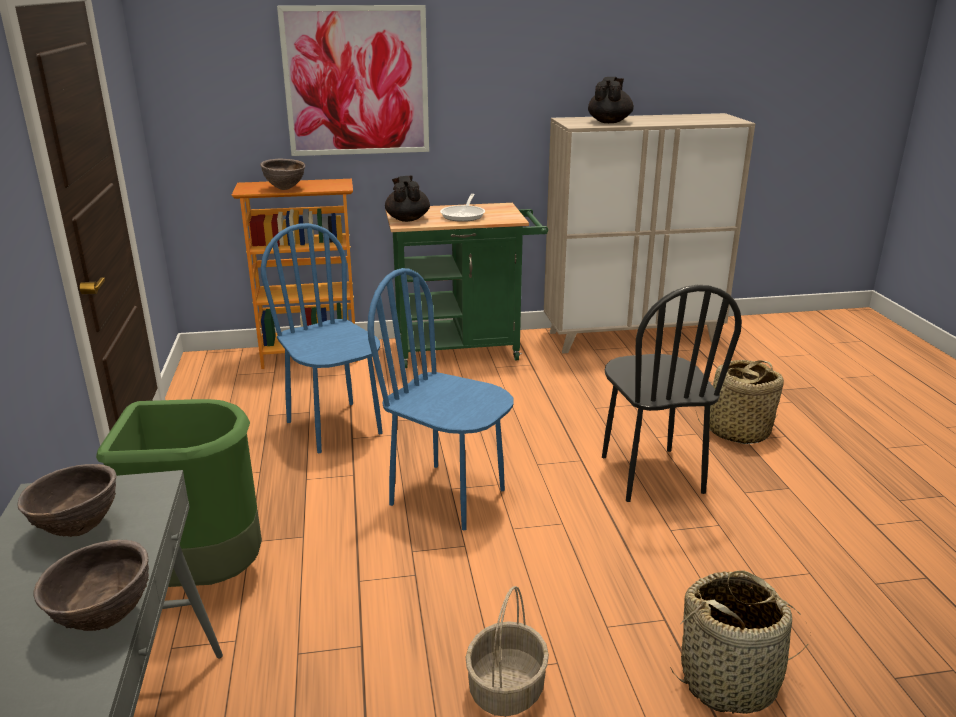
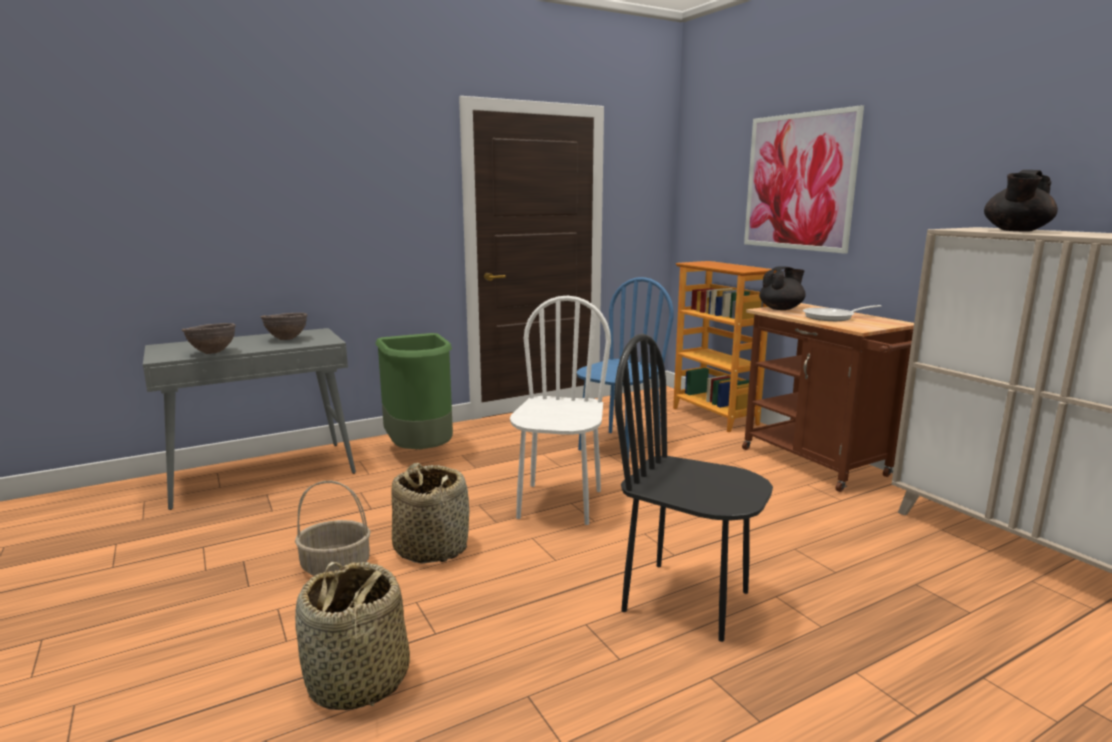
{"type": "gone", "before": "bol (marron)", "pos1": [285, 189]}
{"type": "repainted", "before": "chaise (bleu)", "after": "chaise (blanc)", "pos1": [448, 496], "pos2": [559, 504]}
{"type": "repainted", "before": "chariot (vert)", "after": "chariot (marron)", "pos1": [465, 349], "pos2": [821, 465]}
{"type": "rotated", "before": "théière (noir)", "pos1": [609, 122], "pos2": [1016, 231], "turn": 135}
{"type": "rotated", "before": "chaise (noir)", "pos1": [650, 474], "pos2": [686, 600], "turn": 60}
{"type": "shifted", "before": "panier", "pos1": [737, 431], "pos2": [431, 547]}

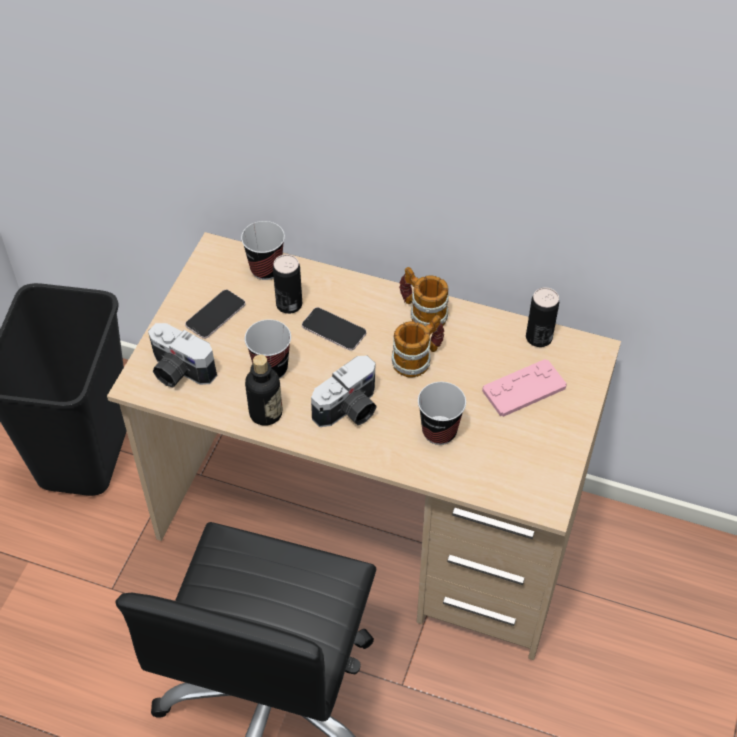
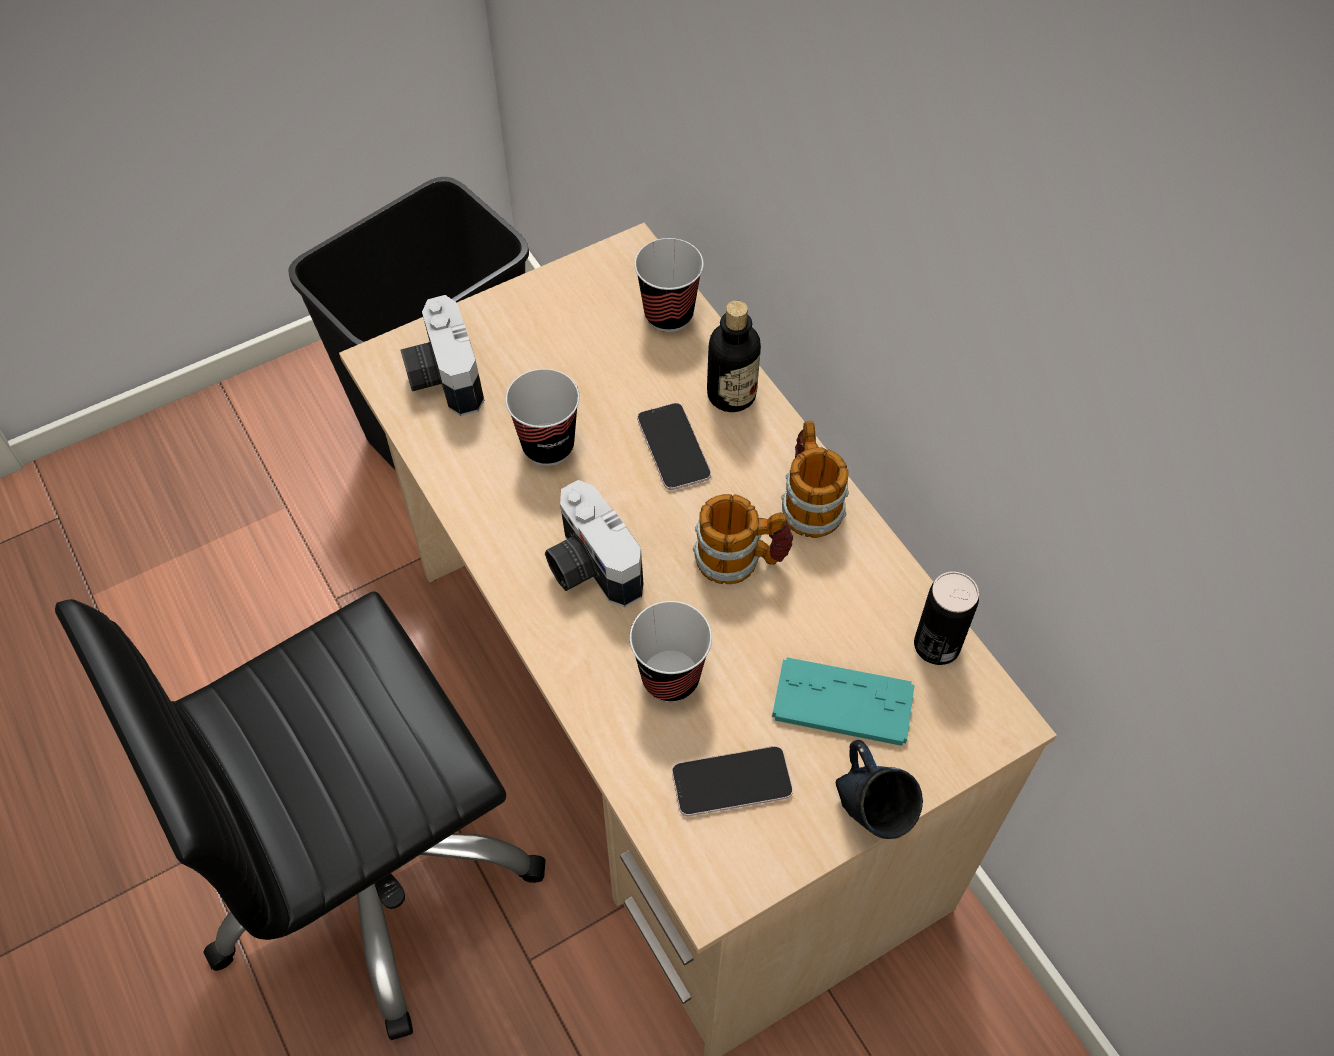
{"type": "shifted", "before": "téléphone", "pos1": [215, 314], "pos2": [732, 782]}
{"type": "shifted", "before": "bouteille", "pos1": [266, 413], "pos2": [731, 394]}
{"type": "gone", "before": "boîte métallique", "pos1": [289, 304]}
{"type": "rotated", "before": "appareil photo", "pos1": [350, 410], "pos2": [588, 567], "turn": 60}
{"type": "repainted", "before": "manette (rose)", "after": "manette (turquoise)", "pos1": [524, 389], "pos2": [843, 703]}
{"type": "new", "after": "mug (bleu)", "pos2": [869, 812]}

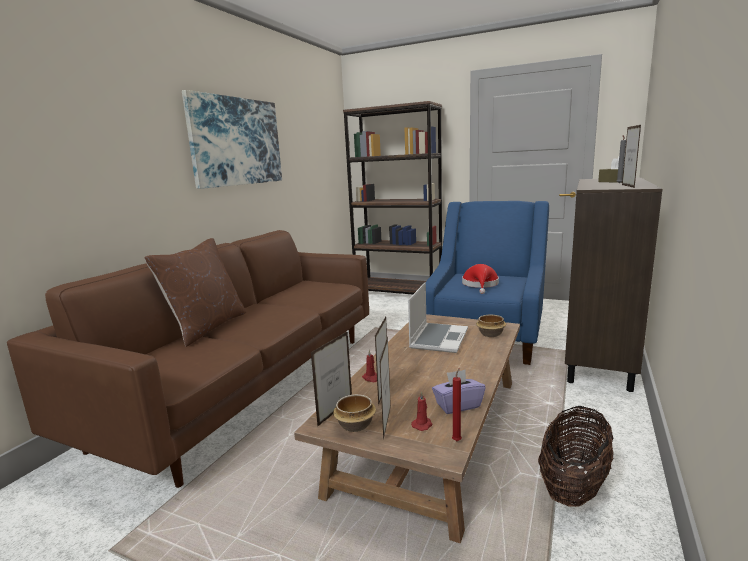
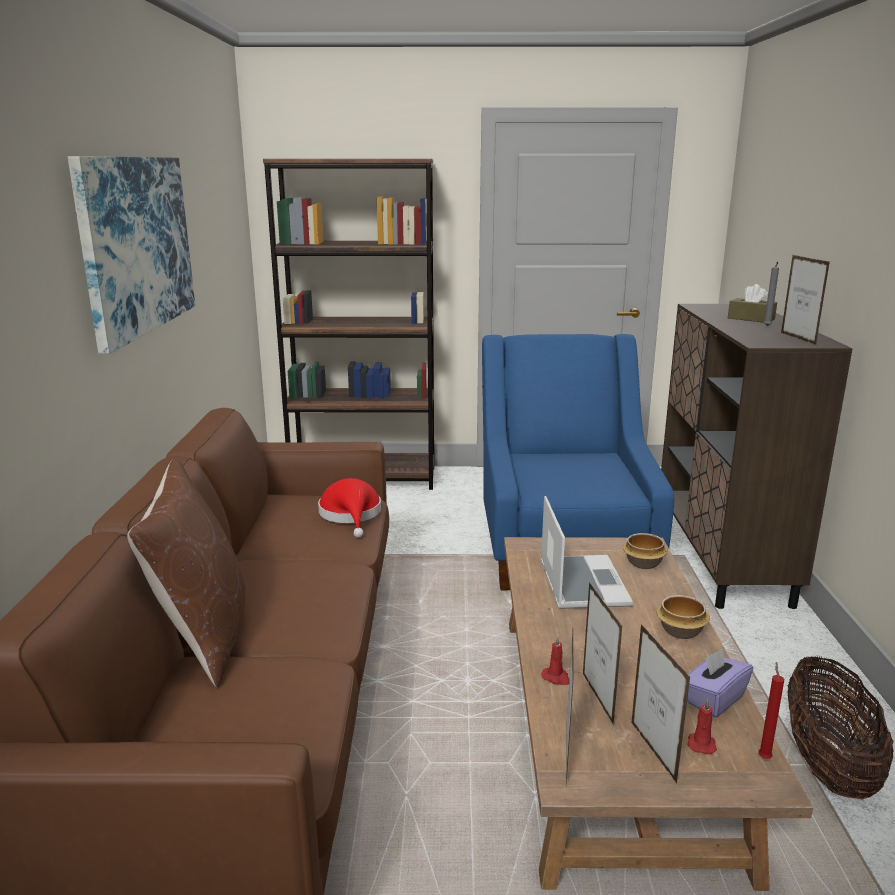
{"type": "shifted", "before": "bol", "pos1": [355, 426], "pos2": [681, 632]}
{"type": "shifted", "before": "chapeau (rouge)", "pos1": [480, 285], "pos2": [351, 515]}

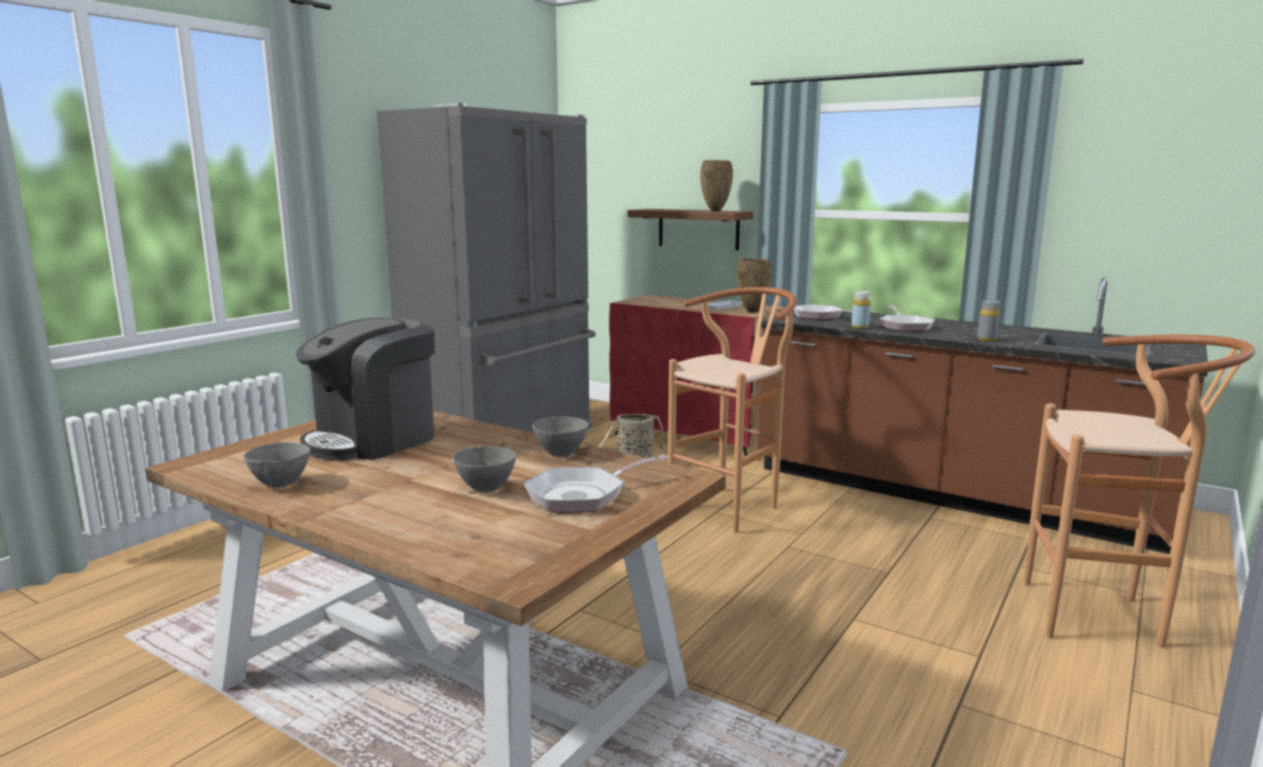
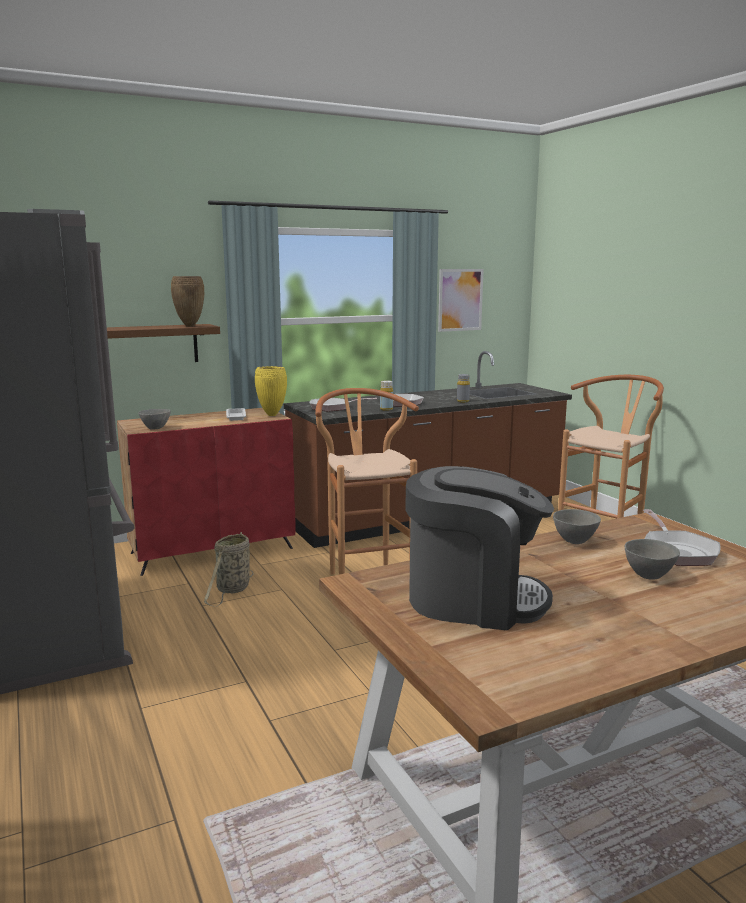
{"type": "shifted", "before": "bol (gris)", "pos1": [281, 484], "pos2": [155, 428]}
{"type": "rotated", "before": "machine à café", "pos1": [374, 439], "pos2": [473, 599], "turn": -60}
{"type": "repainted", "before": "vase (marron)", "after": "vase (jaune)", "pos1": [753, 312], "pos2": [272, 415]}
{"type": "new", "after": "tableau", "pos2": [460, 300]}

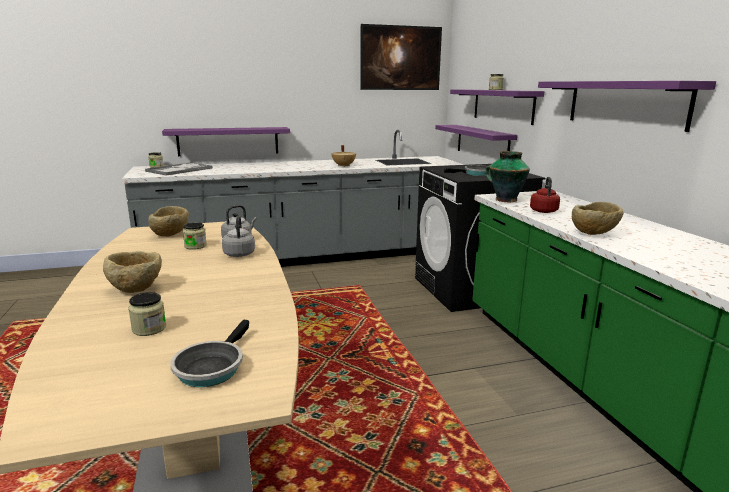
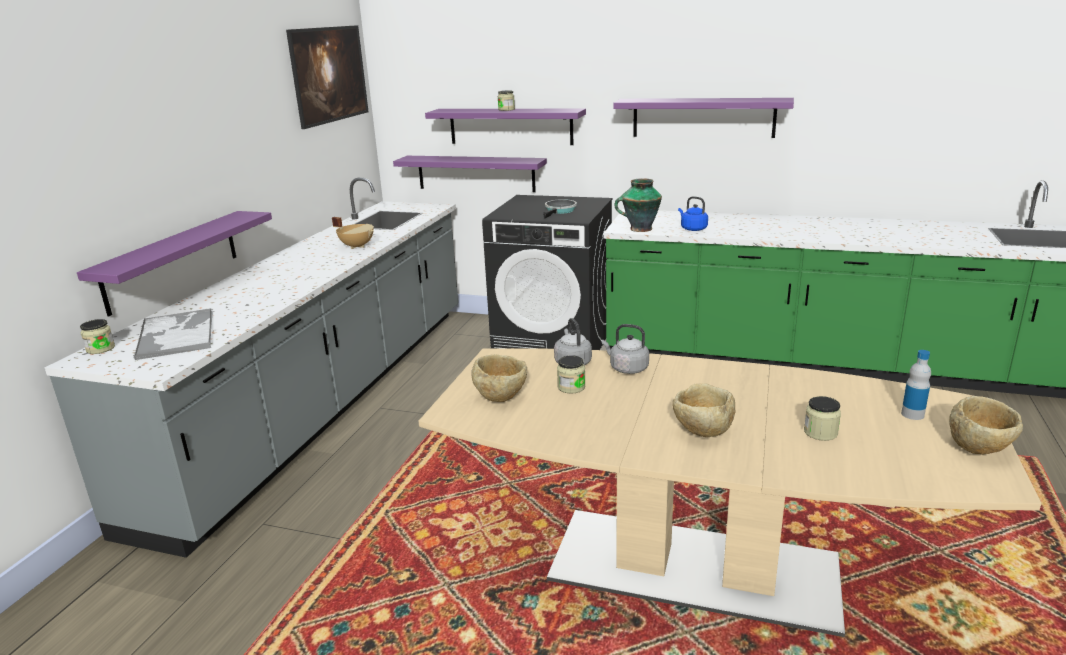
{"type": "swapped", "before": "poêle", "after": "bouteille", "pos1": [211, 367], "pos2": [912, 414]}
{"type": "repainted", "before": "bouilloire (rouge)", "after": "bouilloire (bleu)", "pos1": [543, 211], "pos2": [692, 229]}
{"type": "shifted", "before": "bol (beige)", "pos1": [593, 234], "pos2": [980, 449]}

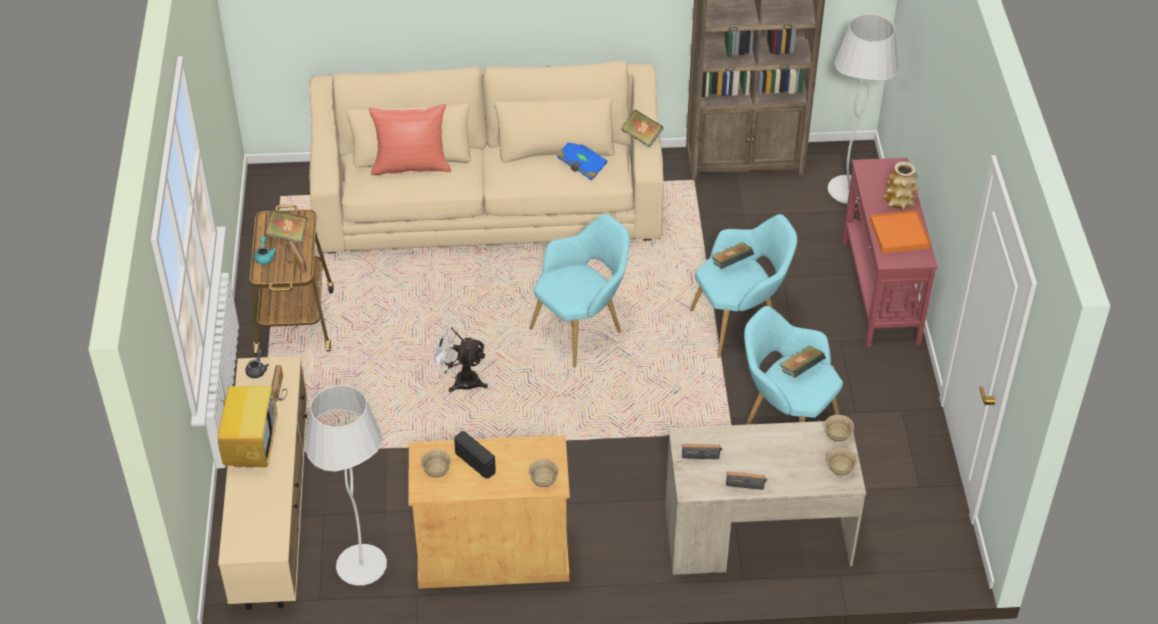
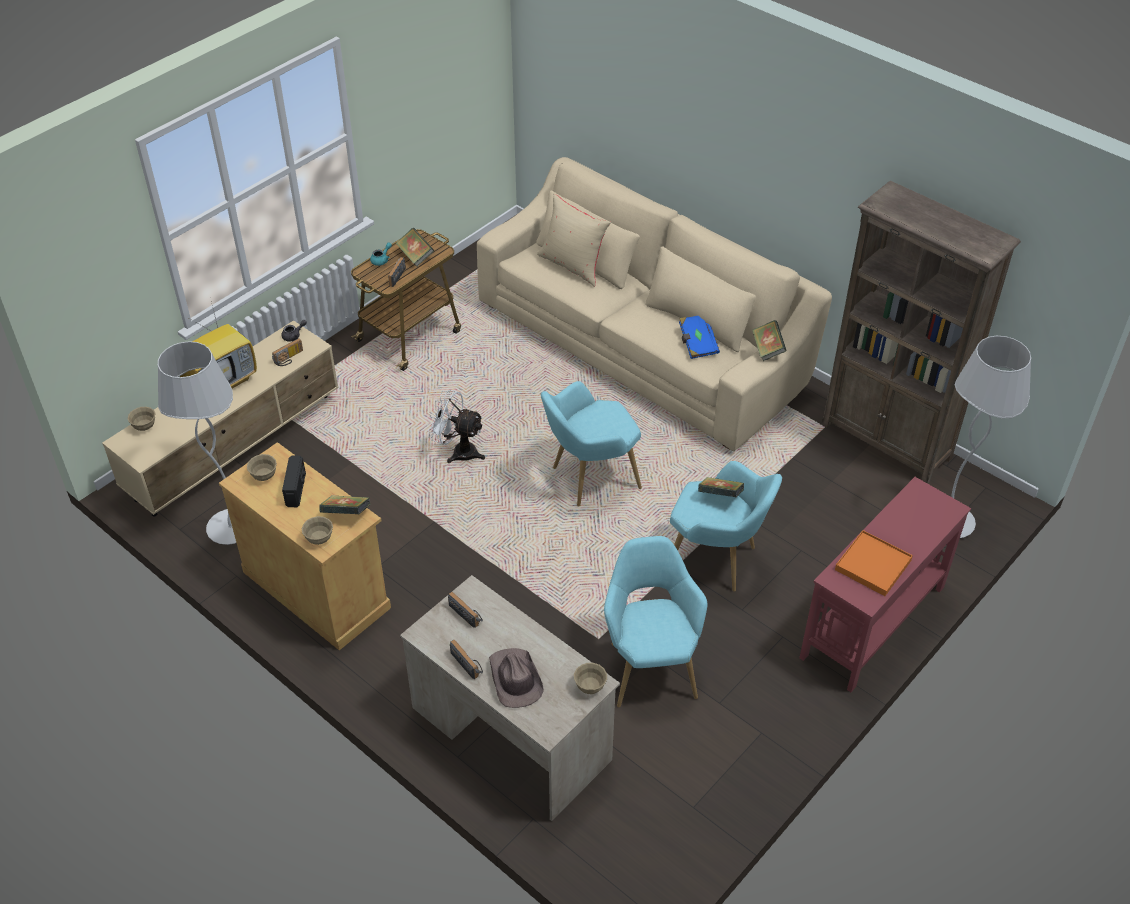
{"type": "repainted", "before": "coussin (rouge)", "after": "coussin (beige)", "pos1": [411, 166], "pos2": [573, 265]}
{"type": "rotated", "before": "ventilateur (blanc)", "pos1": [460, 380], "pos2": [458, 451], "turn": -45}
{"type": "rotated", "before": "fauteuil (turquoise)", "pos1": [582, 329], "pos2": [589, 478], "turn": 150}
{"type": "shifted", "before": "livre", "pos1": [801, 370], "pos2": [346, 514]}
{"type": "shifted", "before": "bol (beige)", "pos1": [840, 470], "pos2": [144, 426]}
{"type": "gone", "before": "vase", "pos1": [899, 202]}
{"type": "new", "after": "chapeau (marron)", "pos2": [515, 679]}

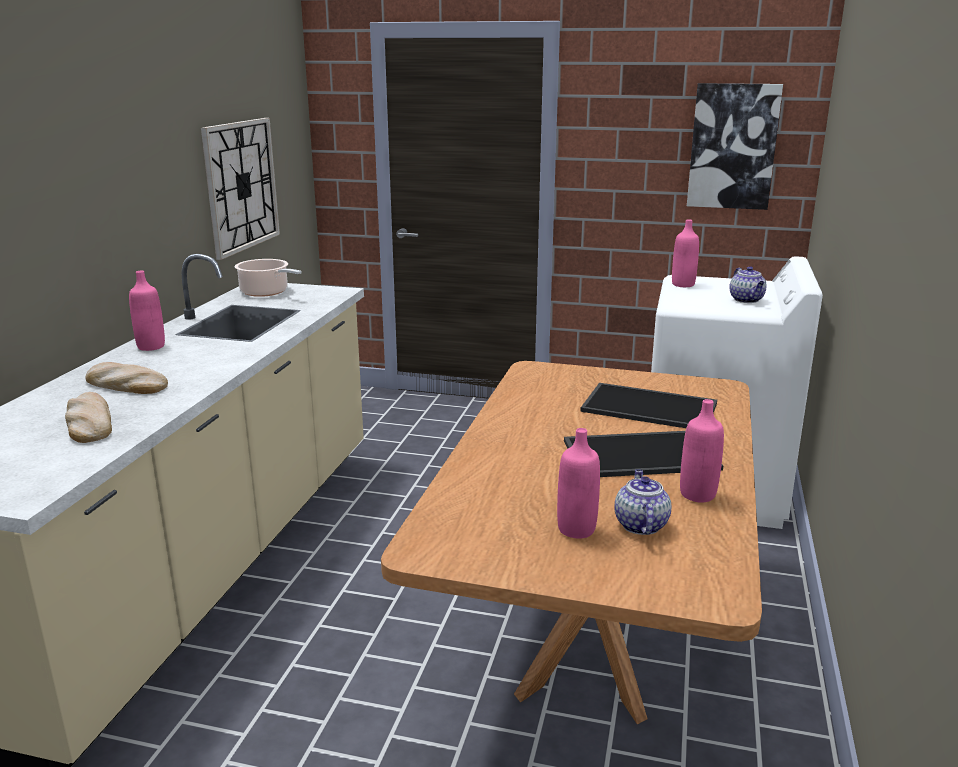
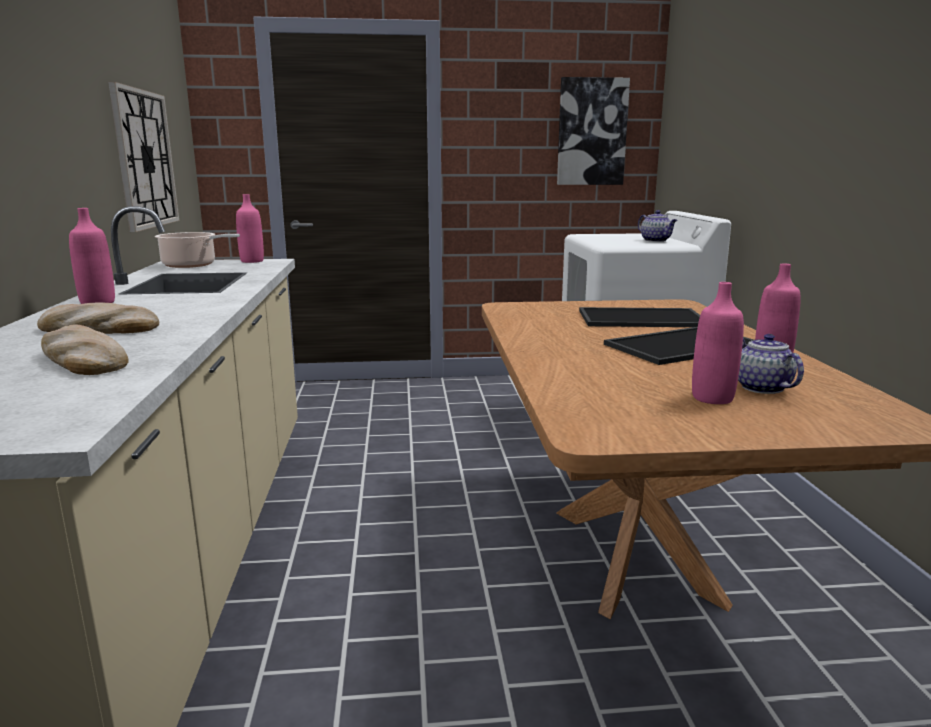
{"type": "shifted", "before": "bouteille (rose)", "pos1": [683, 284], "pos2": [252, 261]}

